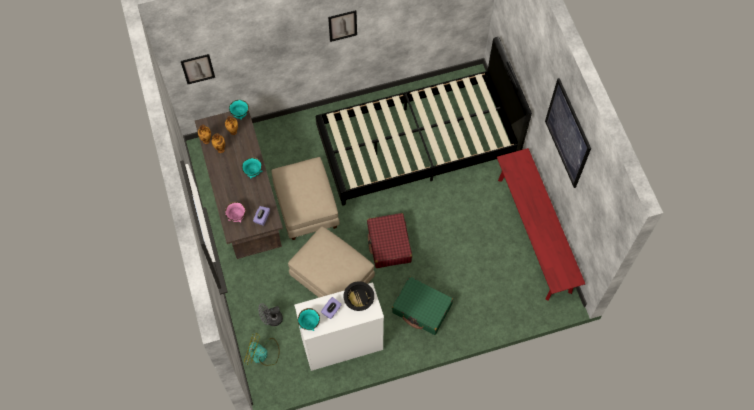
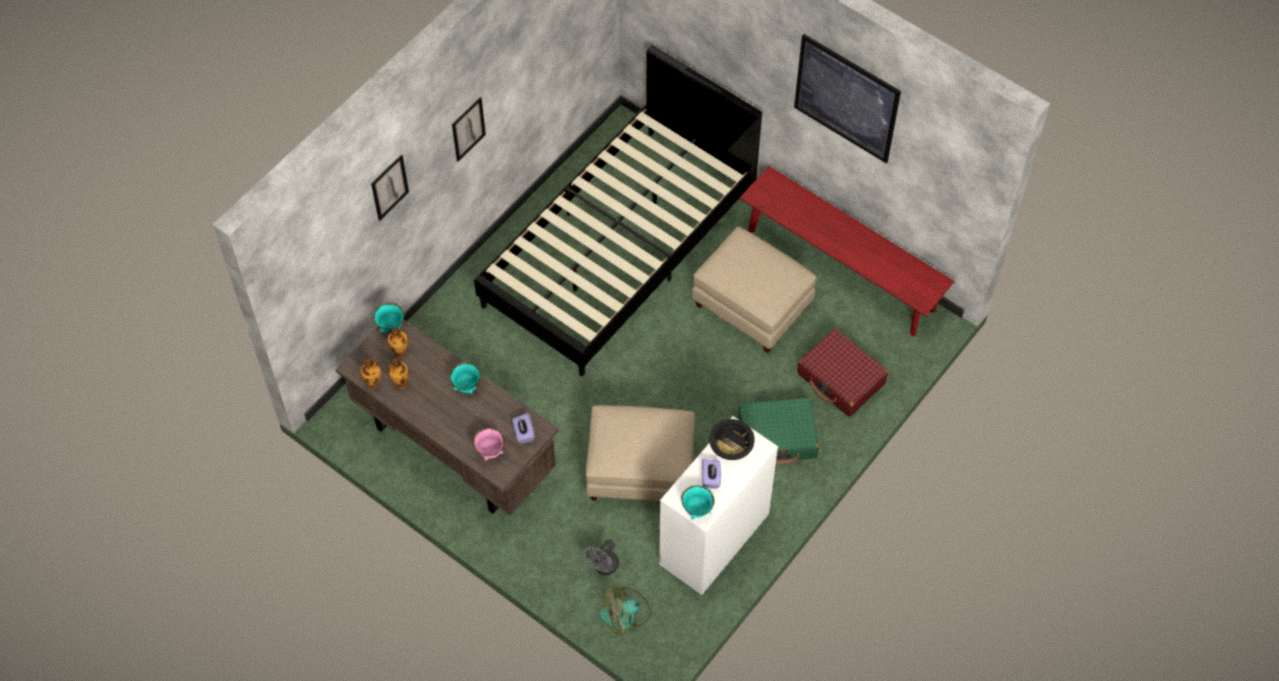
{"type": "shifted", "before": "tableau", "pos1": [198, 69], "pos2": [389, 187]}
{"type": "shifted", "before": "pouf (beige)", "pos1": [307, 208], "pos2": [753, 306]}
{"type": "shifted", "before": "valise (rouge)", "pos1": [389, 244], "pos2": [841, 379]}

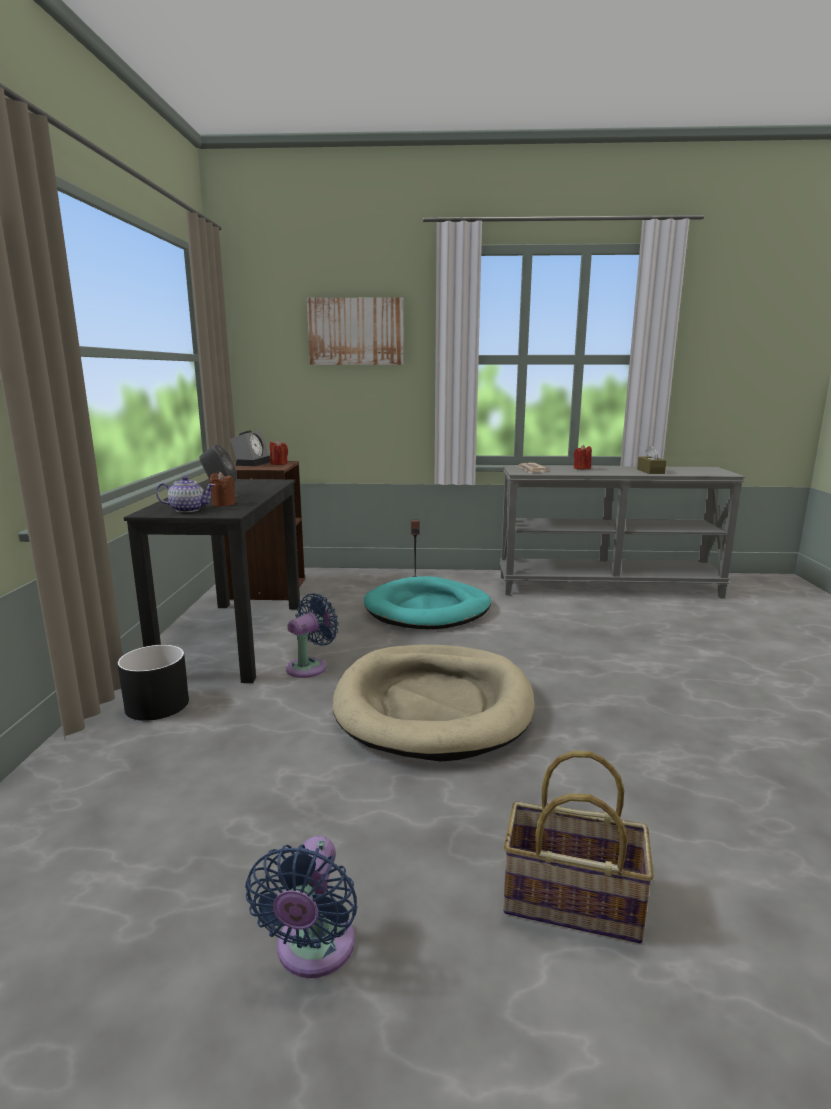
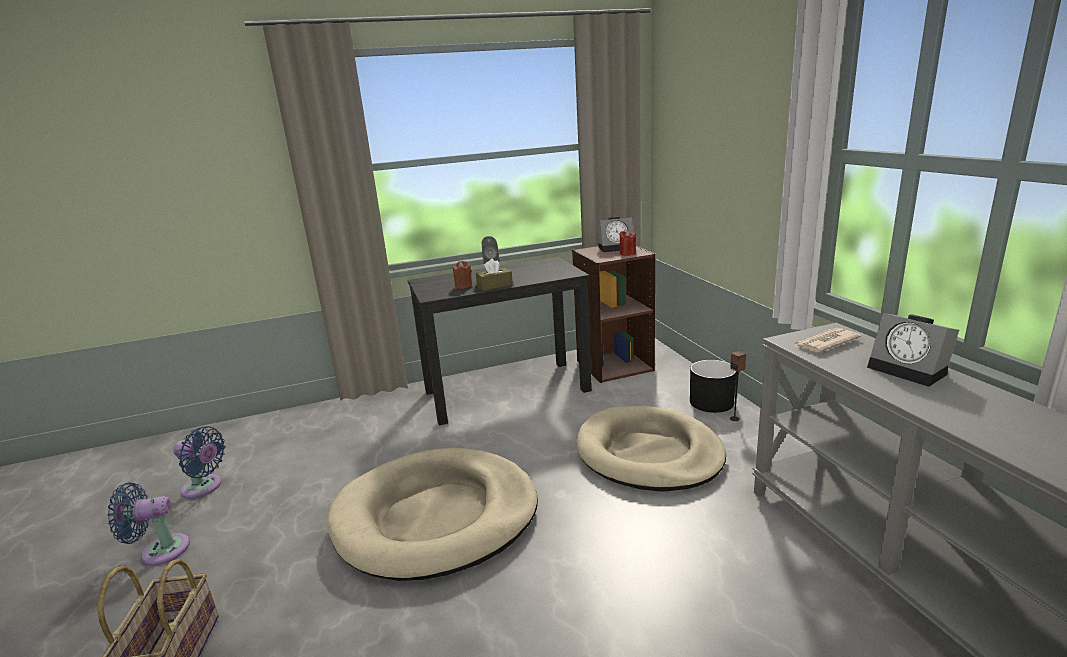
{"type": "shifted", "before": "cache-pot (noir)", "pos1": [157, 705], "pos2": [712, 402]}
{"type": "gone", "before": "théière", "pos1": [188, 509]}
{"type": "shifted", "before": "ventilateur (bleu)", "pos1": [310, 666], "pos2": [205, 487]}
{"type": "gone", "before": "tableau", "pos1": [356, 331]}
{"type": "repainted", "before": "panier pour chien (turquoise)", "after": "panier pour chien (beige)", "pos1": [428, 609], "pos2": [648, 453]}
{"type": "swapped", "before": "bougie (rouge)", "after": "réveil", "pos1": [581, 468], "pos2": [910, 370]}
{"type": "shifted", "before": "boîte à mouchoirs (marron)", "pos1": [650, 471], "pos2": [494, 285]}

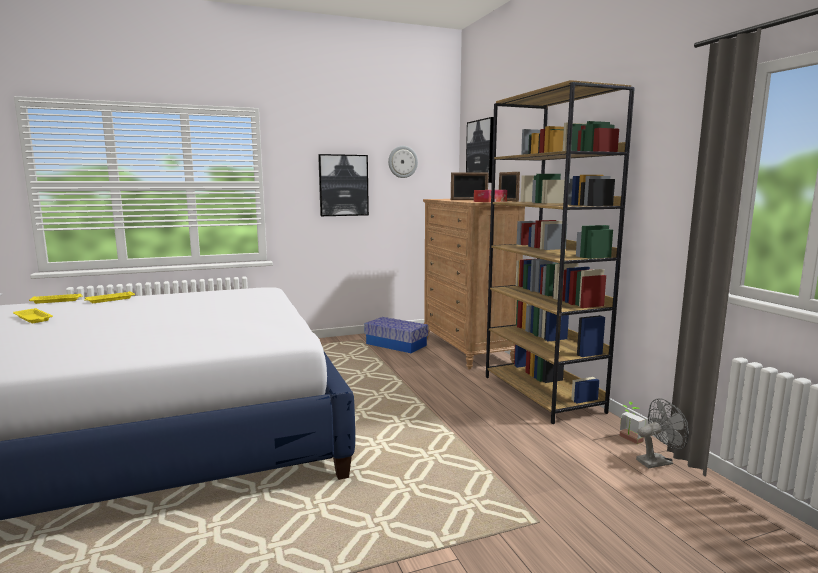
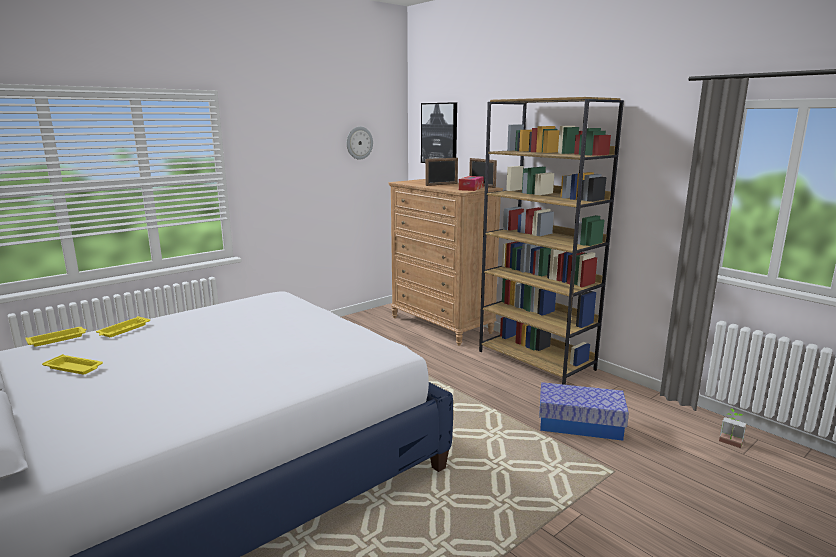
{"type": "gone", "before": "tableau", "pos1": [343, 185]}
{"type": "shifted", "before": "boîte de rangement", "pos1": [396, 344], "pos2": [580, 424]}
{"type": "shifted", "before": "plante en pot", "pos1": [628, 439], "pos2": [729, 444]}
{"type": "gone", "before": "ventilateur (gris)", "pos1": [658, 461]}

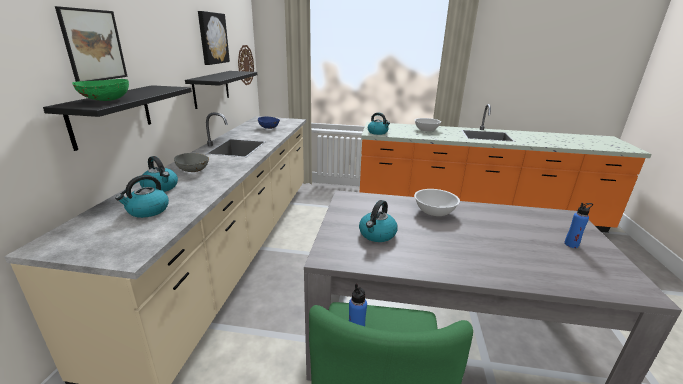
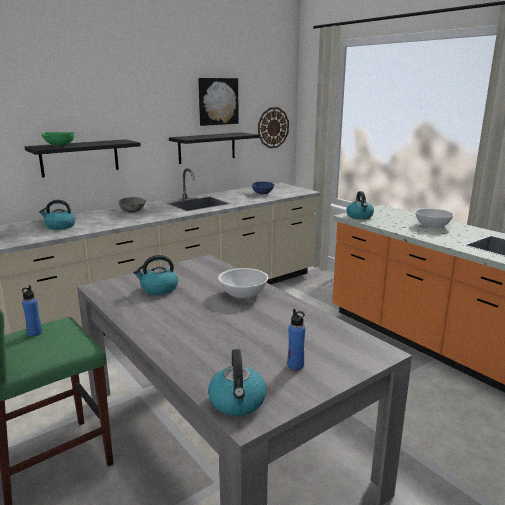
{"type": "gone", "before": "tableau", "pos1": [94, 45]}
{"type": "shifted", "before": "bouilloire", "pos1": [161, 187], "pos2": [237, 402]}

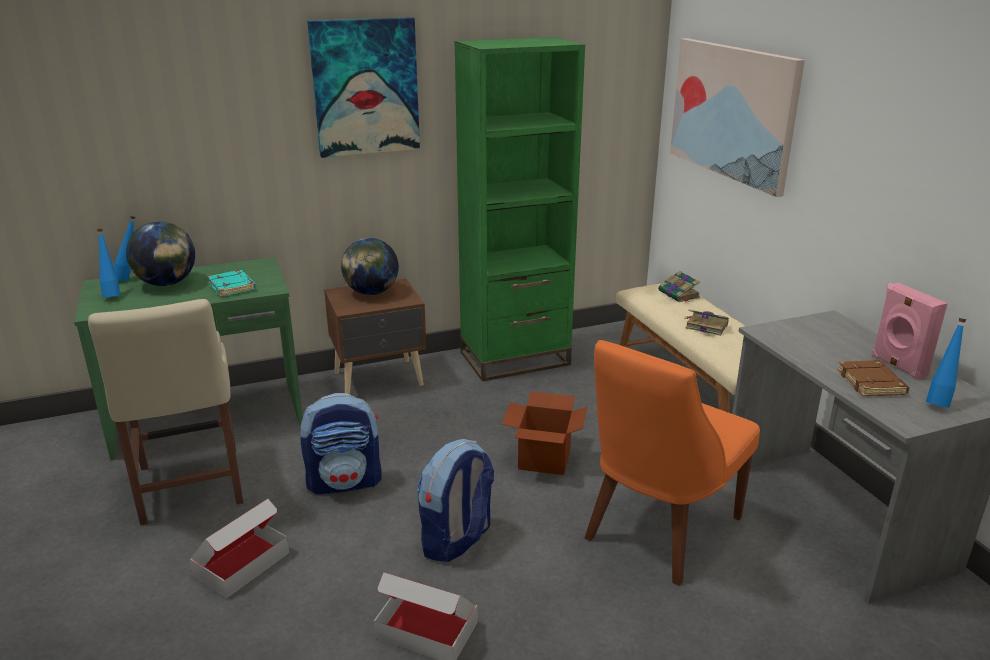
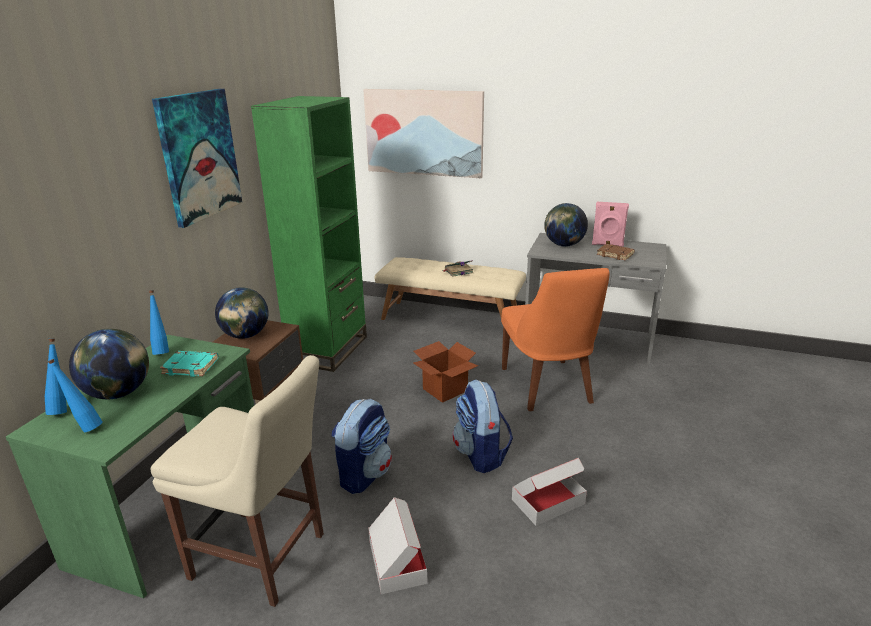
{"type": "gone", "before": "livre", "pos1": [679, 294]}
{"type": "shifted", "before": "bouteille (bleu)", "pos1": [938, 402], "pos2": [162, 351]}
{"type": "new", "after": "globe", "pos2": [564, 245]}

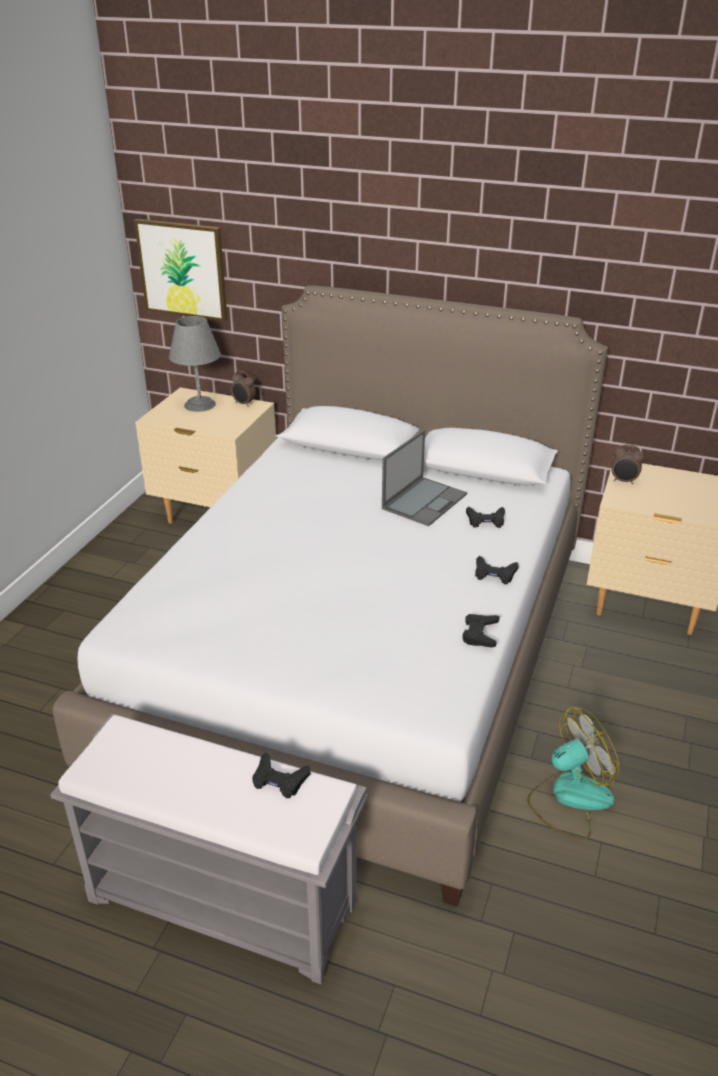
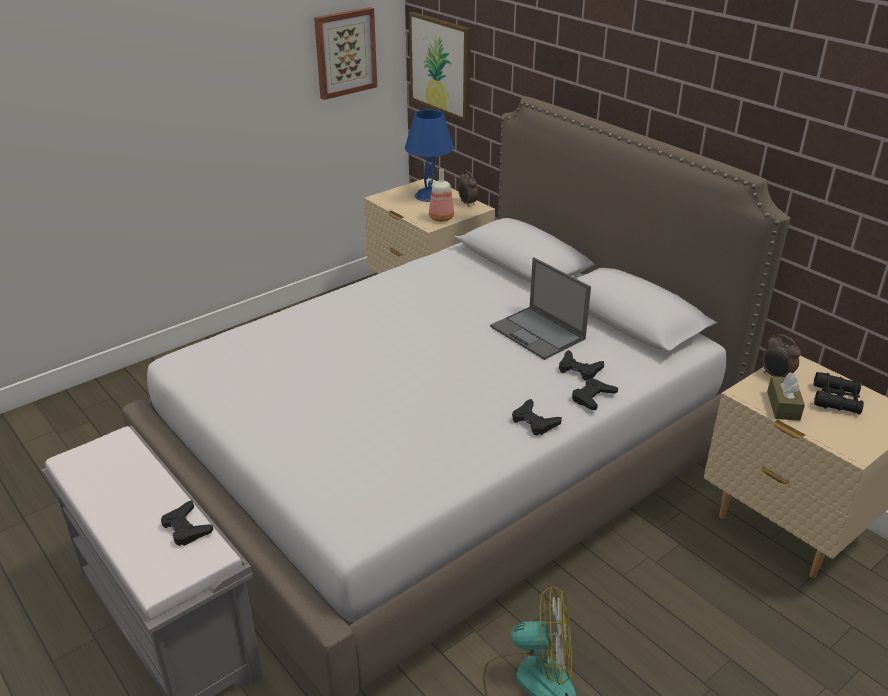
{"type": "repainted", "before": "lampe de table (gris)", "after": "lampe de table (bleu)", "pos1": [199, 404], "pos2": [429, 195]}
{"type": "rotated", "before": "ordinateur portable", "pos1": [424, 501], "pos2": [538, 333], "turn": 75}
{"type": "shifted", "before": "manette (noir)", "pos1": [480, 634], "pos2": [592, 397]}
{"type": "new", "after": "tableau", "pos2": [345, 52]}
{"type": "new", "after": "bouteille", "pos2": [440, 218]}
{"type": "new", "after": "boîte à mouchoirs (marron)", "pos2": [783, 406]}
{"type": "new", "after": "jumelles (noir)", "pos2": [836, 399]}

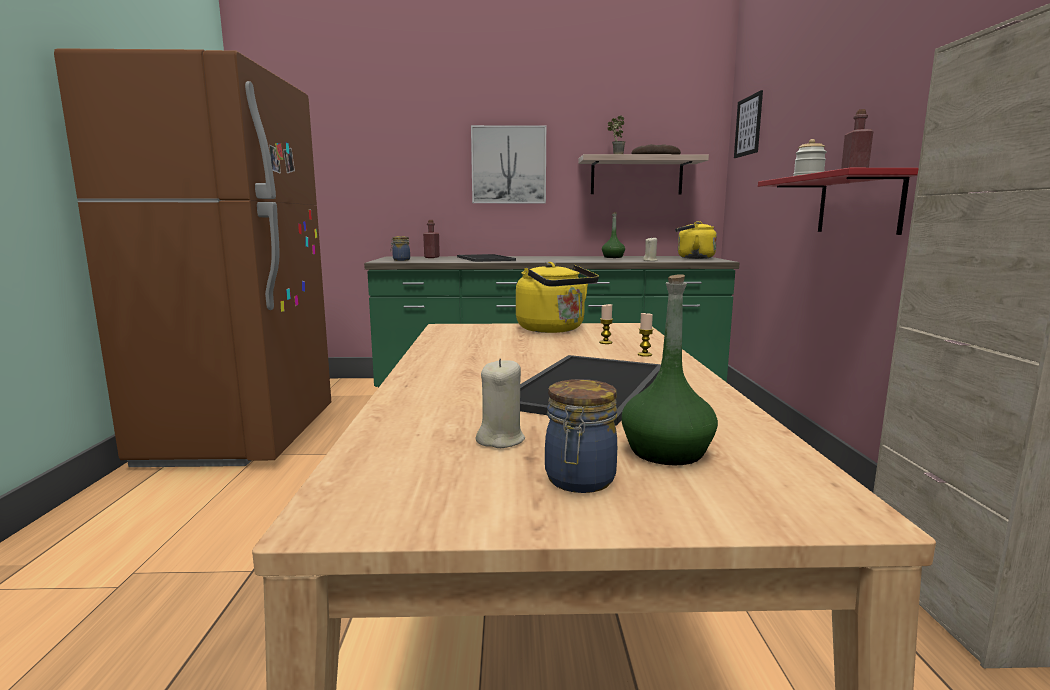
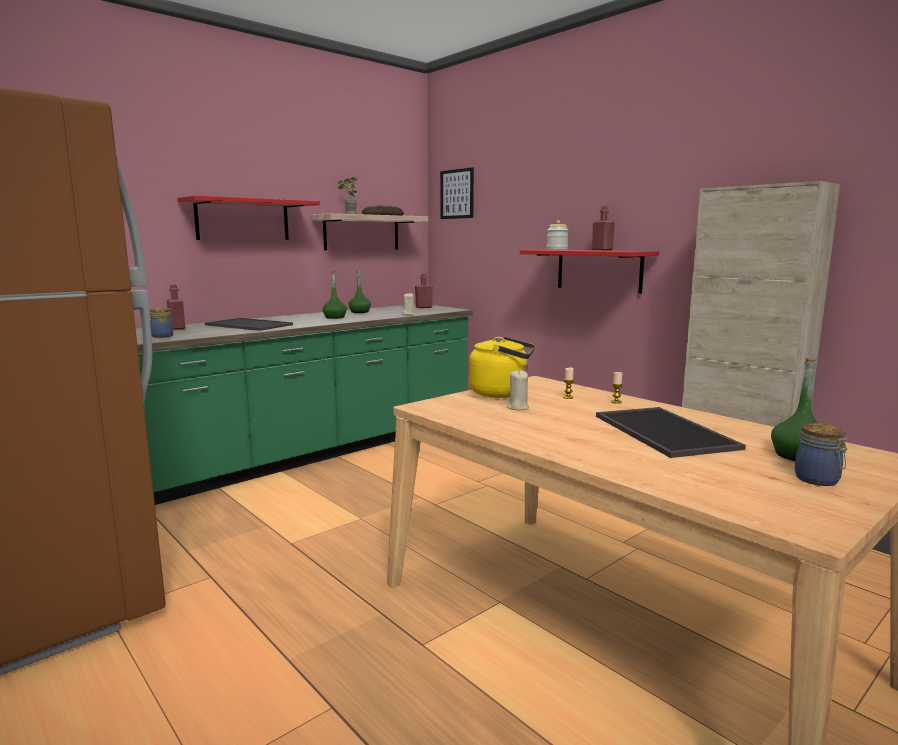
{"type": "swapped", "before": "tableau", "after": "étagère (rouge)", "pos1": [508, 165], "pos2": [243, 220]}
{"type": "shifted", "before": "bougie (beige)", "pos1": [500, 439], "pos2": [517, 407]}
{"type": "swapped", "before": "bouilloire (jaune)", "after": "bouteille (rouge)", "pos1": [693, 258], "pos2": [423, 307]}
{"type": "new", "after": "bouteille (vert)", "pos2": [334, 317]}

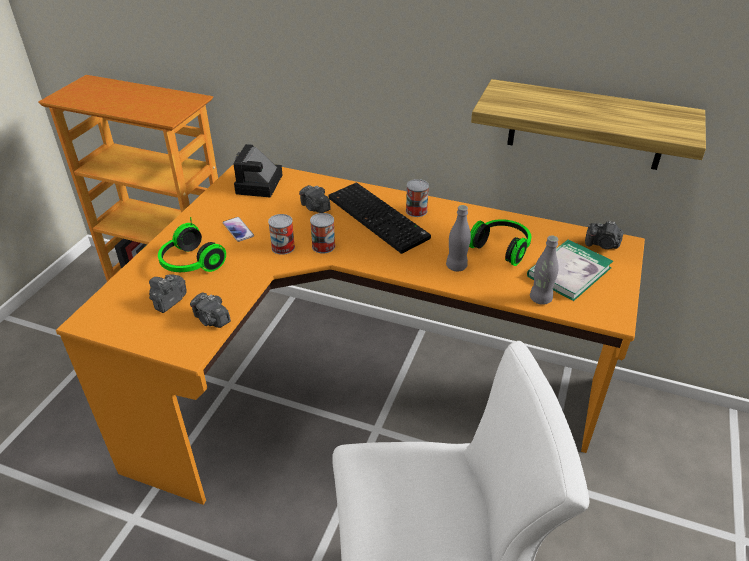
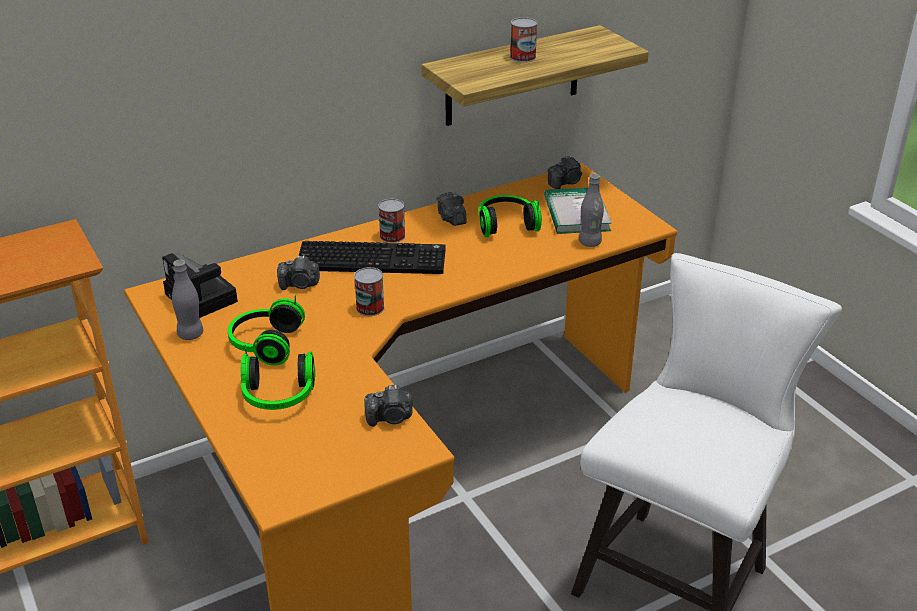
{"type": "shifted", "before": "appareil photo", "pos1": [168, 301], "pos2": [451, 219]}
{"type": "swapped", "before": "téléphone", "after": "casque audio", "pos1": [238, 230], "pos2": [264, 344]}
{"type": "shifted", "before": "boîte métallique", "pos1": [283, 247], "pos2": [523, 57]}
{"type": "shifted", "before": "bouteille (gris)", "pos1": [456, 266], "pos2": [190, 334]}

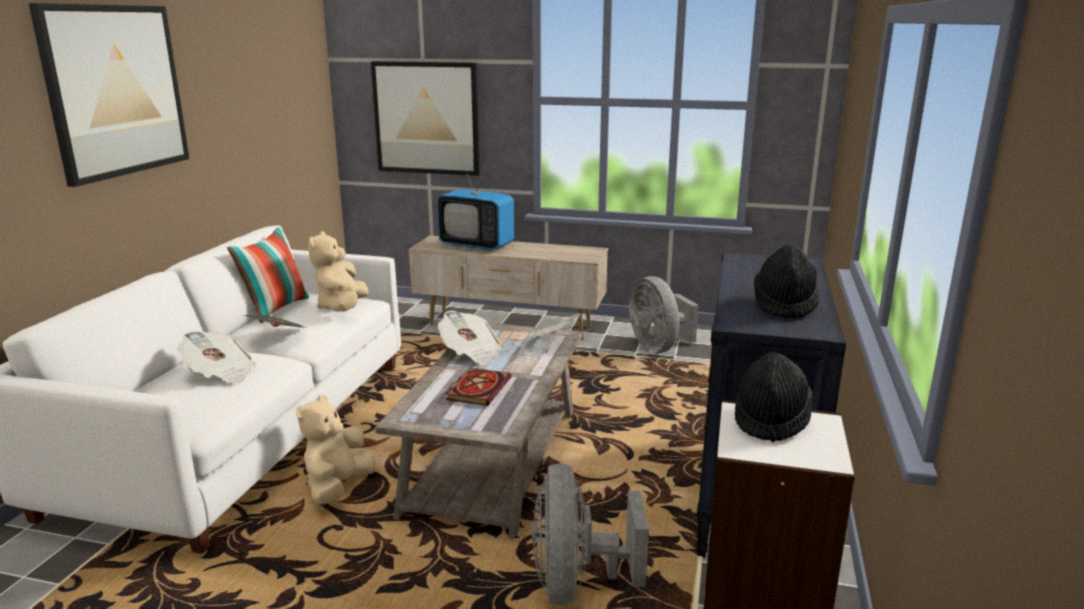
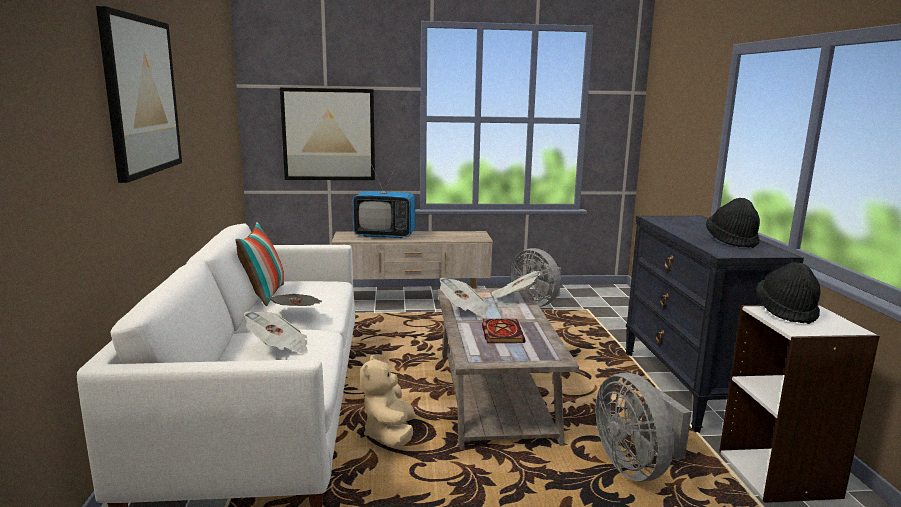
{"type": "gone", "before": "peluche (beige)", "pos1": [342, 308]}

